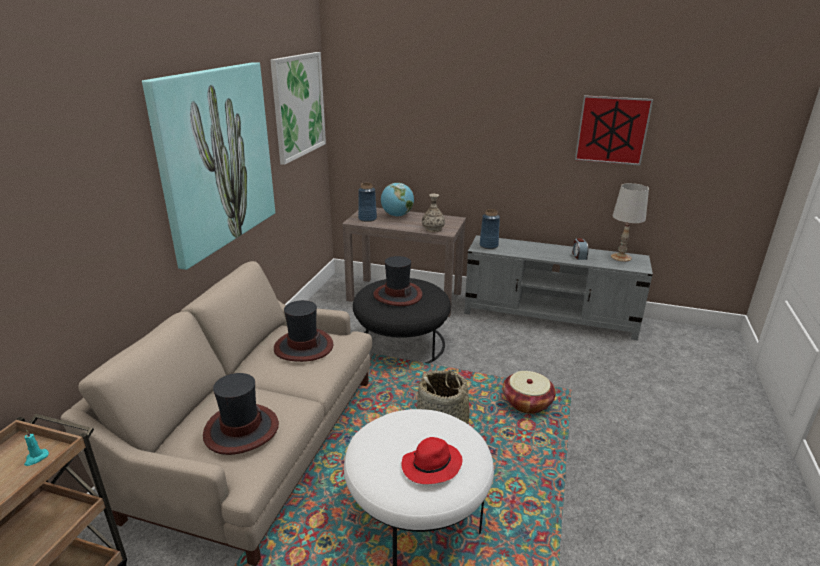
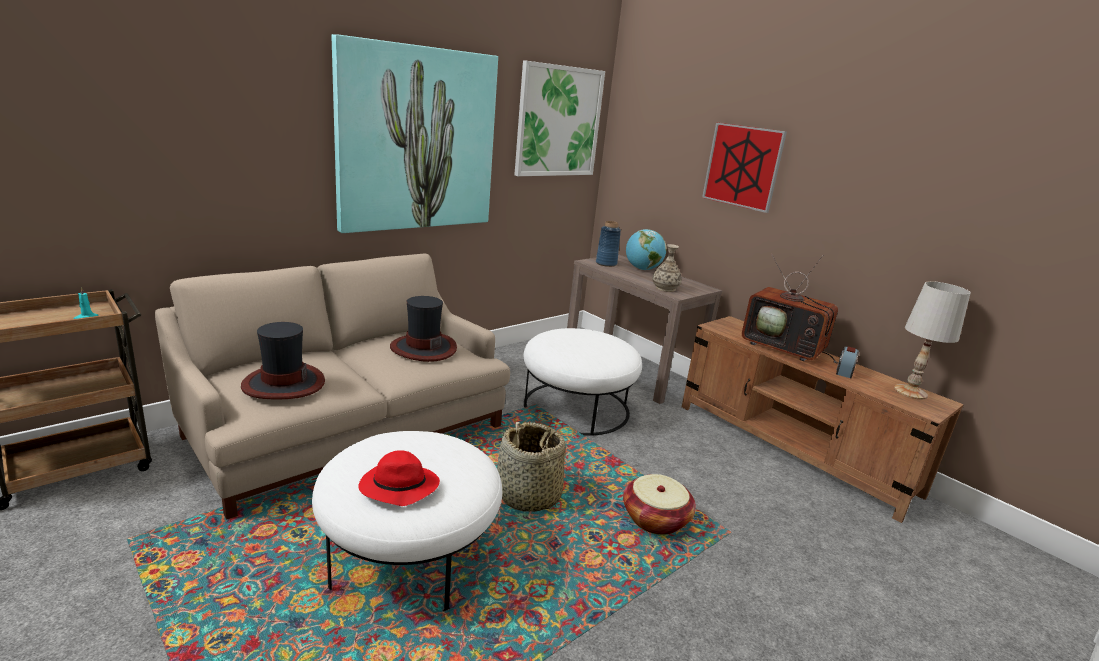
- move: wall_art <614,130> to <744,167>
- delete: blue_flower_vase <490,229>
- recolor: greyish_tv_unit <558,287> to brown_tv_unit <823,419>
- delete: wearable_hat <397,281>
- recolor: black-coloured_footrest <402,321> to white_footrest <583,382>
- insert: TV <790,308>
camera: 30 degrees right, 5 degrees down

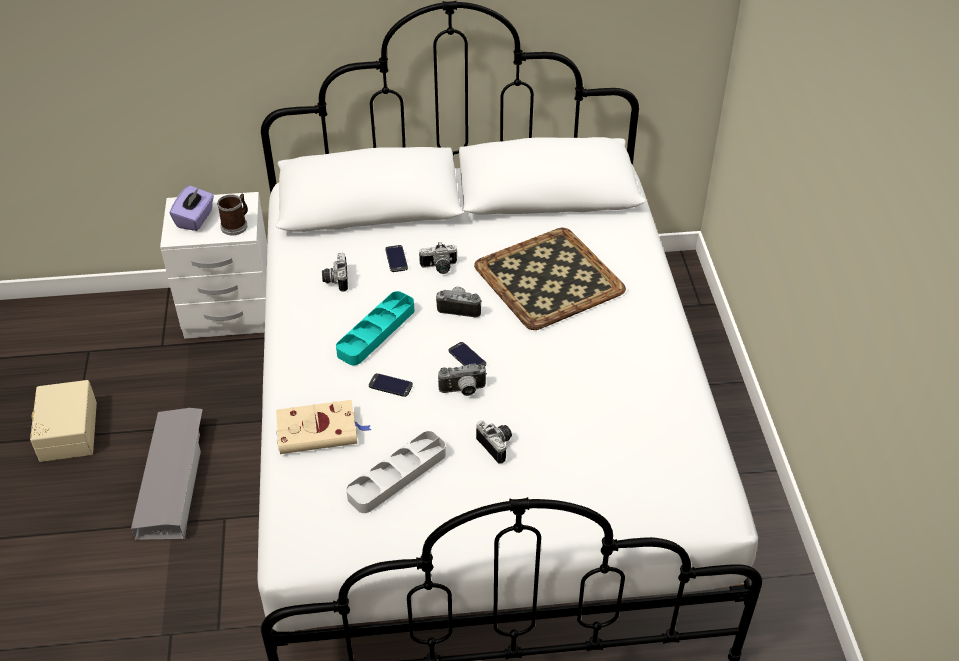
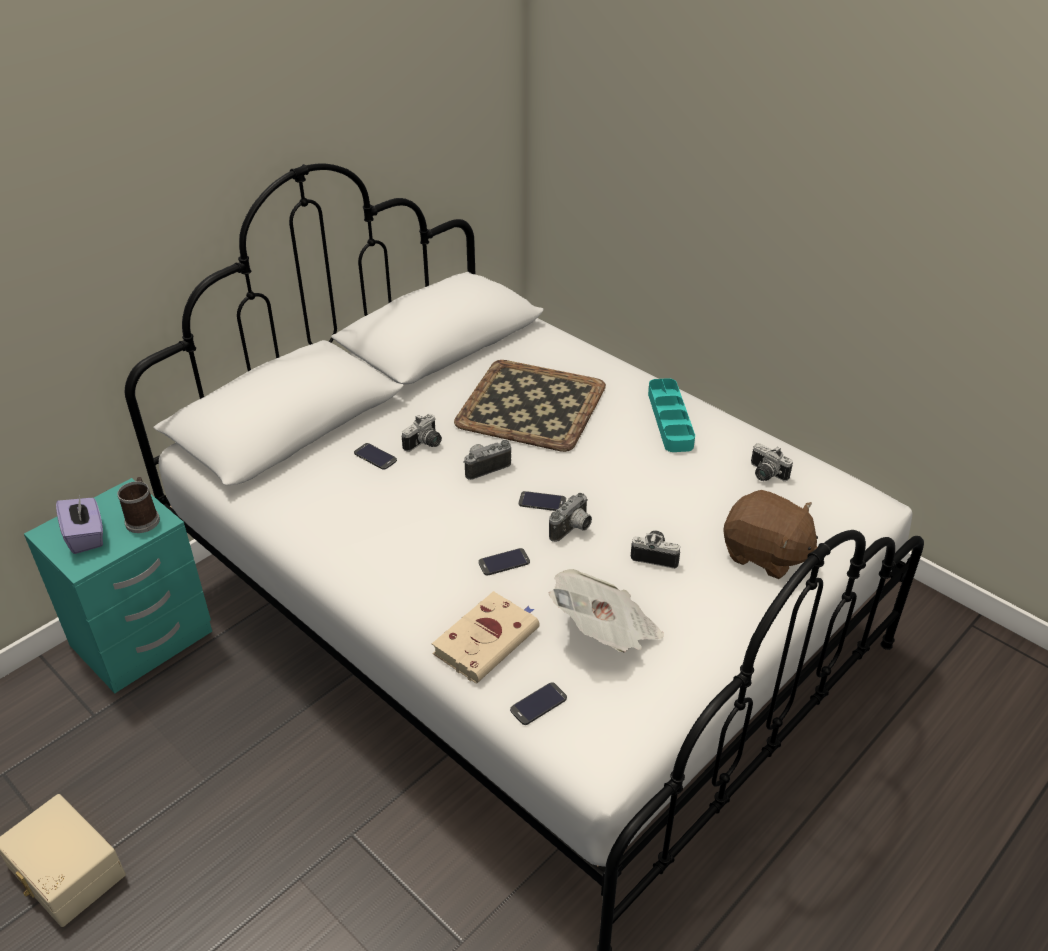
- recolor: white_nightstand <213,265> to blue-green_nightstand <118,585>
- move: still_camera <335,272> to <772,462>
- move: blue-green_tray <375,328> to <671,415>
- delete: greyish_storage_container <167,474>
- replace: greyish_tray <396,472> to newspaper <606,610>
- insert: brown_soft_toy <770,534>
- insert: telephone <538,703>
camera: 40 degrees left, 5 degrees down

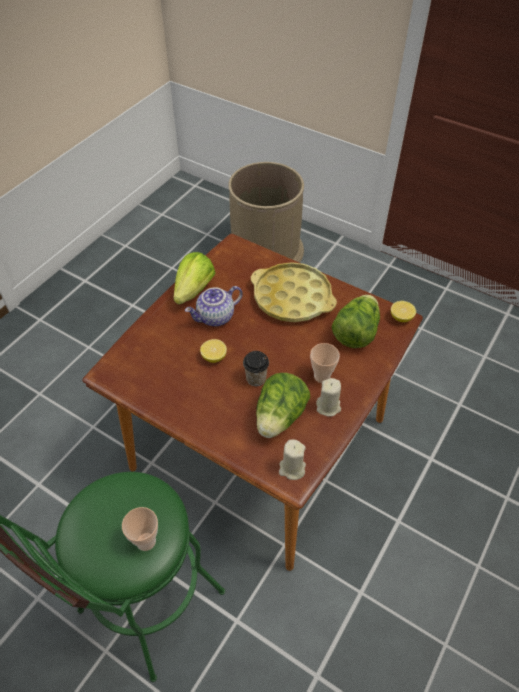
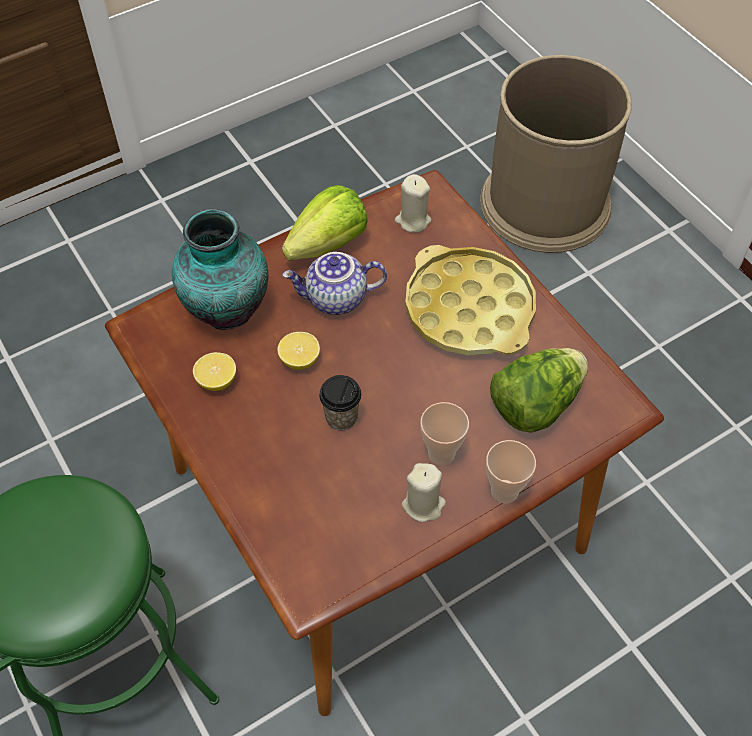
- move: whole_lemon <403,311> to <214,371>
- delete: lettuce_head <283,405>
- move: sand-coloured_wax_candle <292,459> to <413,203>
- move: drinking_cup <140,529> to <511,471>
- insert: flower_vase <220,269>
camera: 25 degrees right, 5 degrees up

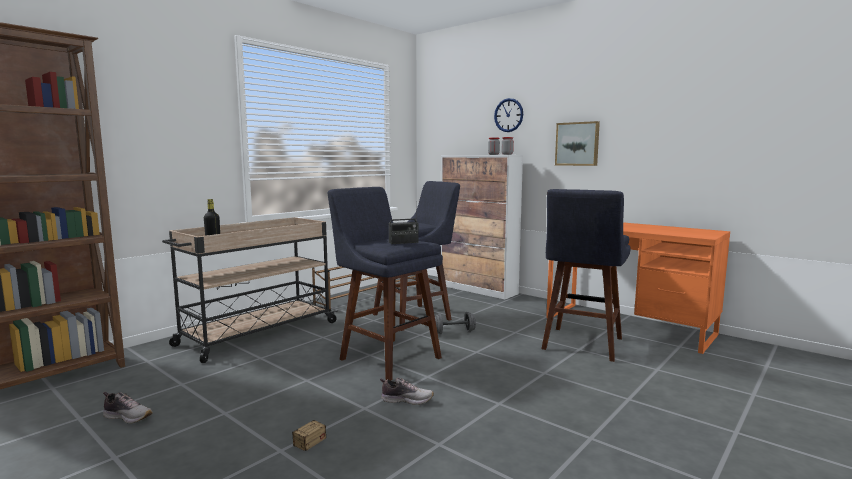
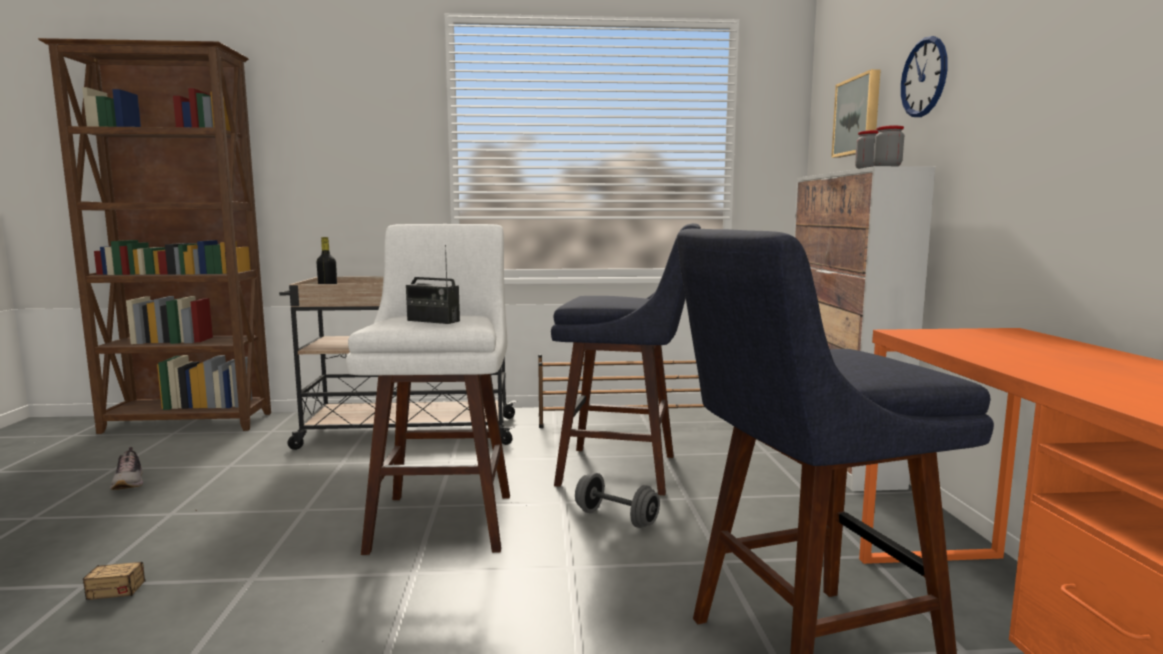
- move: wall_art <577,143> to <856,113>
- recolor: blue_stool <385,284> to white_stool <428,389>
- delete: low_shoe <407,391>
camera: 45 degrees right, 0 degrees up

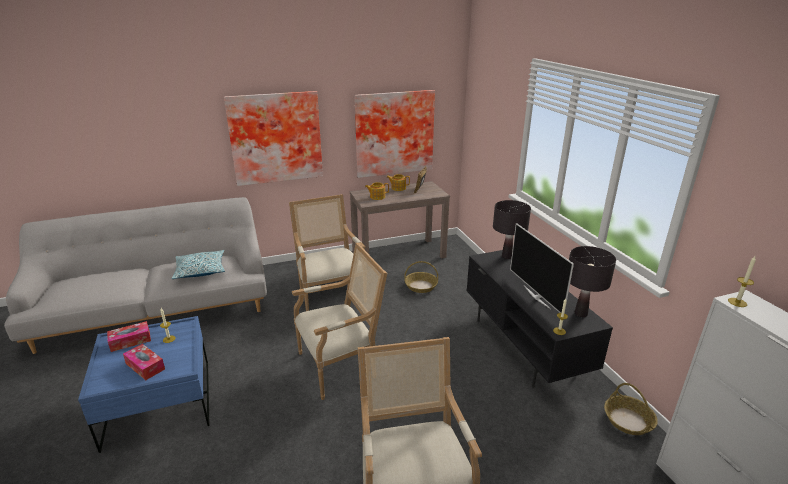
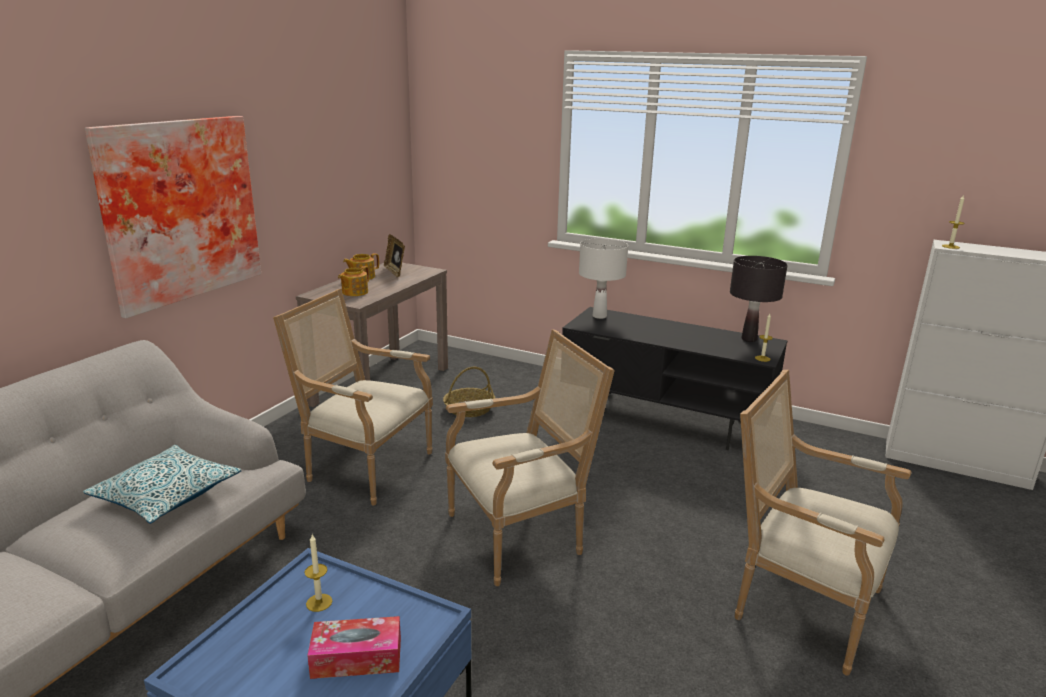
- delete: wall_art <395,134>
- recolor: black-coloured_lamp_for_a_table <512,229> to white_lamp_for_a_table <603,278>
- delete: TV <542,268>
- rotate: easy_chair <339,321> = <530,457> 45 degrees clockwise
- delete: tissue_box <129,336>
- delete: storage_basket <631,409>
camera: 45 degrees left, 5 degrees down

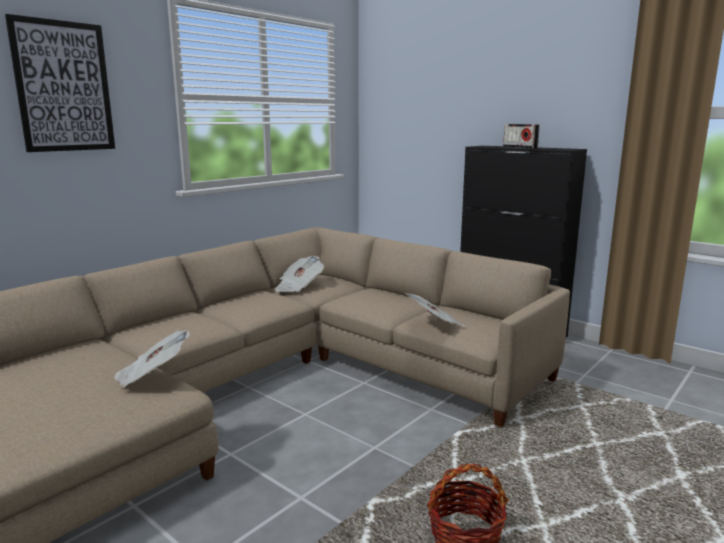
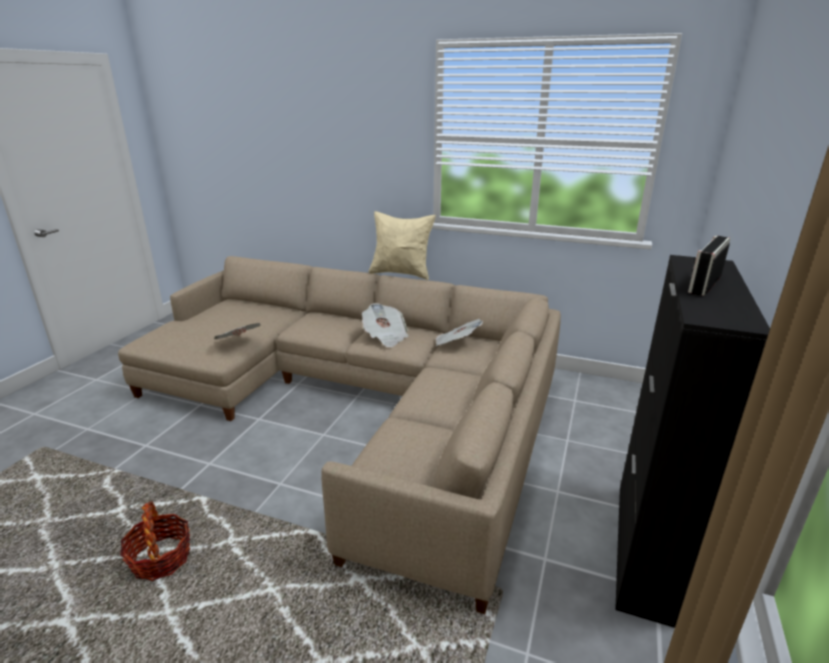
- delete: wall_art <60,83>
- move: newspaper <436,310> to <385,325>
- insert: sand-coloured_throw_pillow <402,245>
camera: 70 degrees right, 10 degrees up

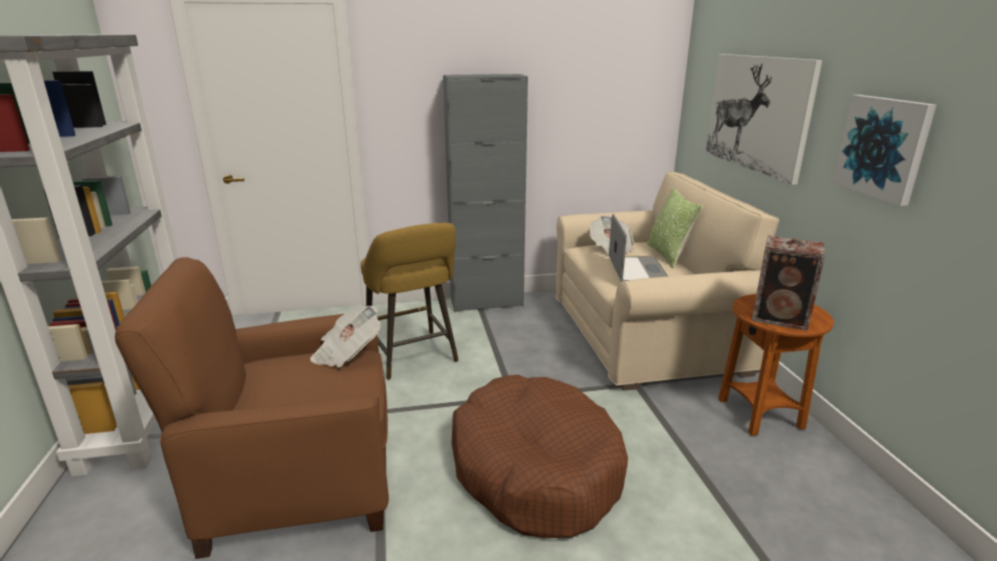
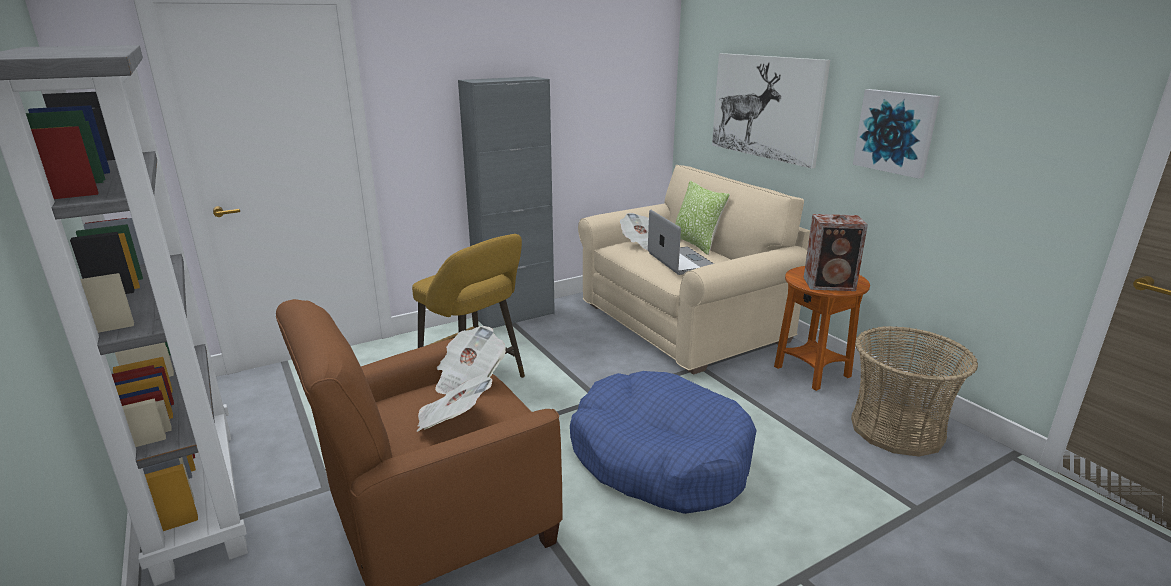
- recolor: brown_dog_bed <539,456> to blue_dog_bed <663,442>
- insert: storage_basket <914,391>
- insert: newspaper <454,402>
camera: 20 degrees left, 0 degrees up

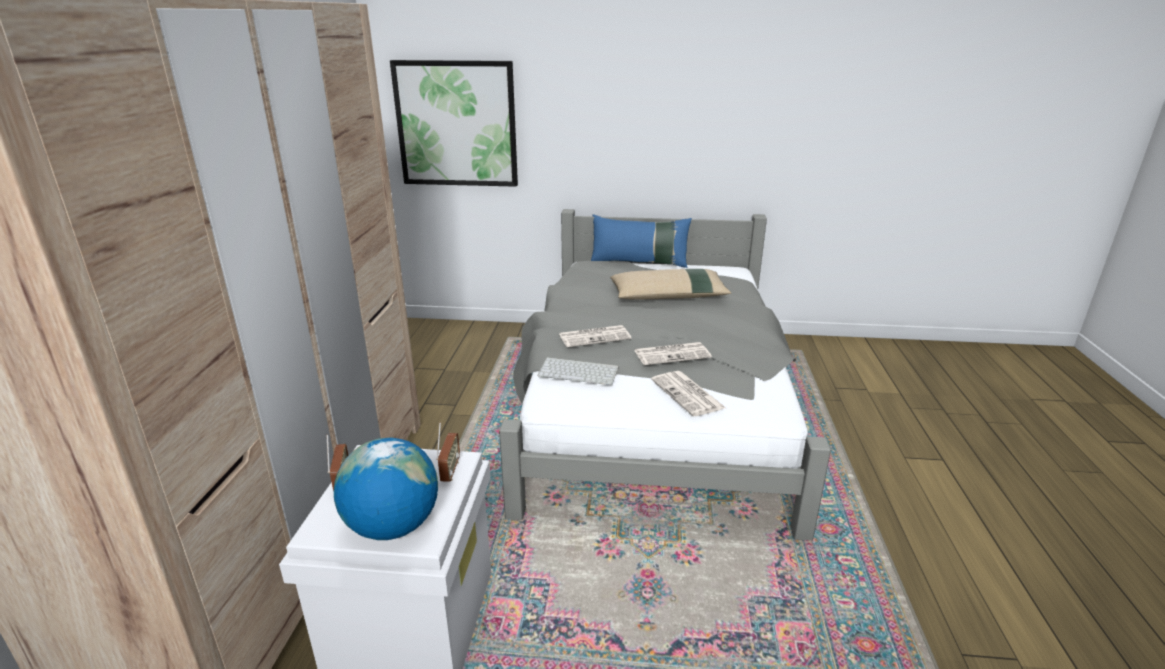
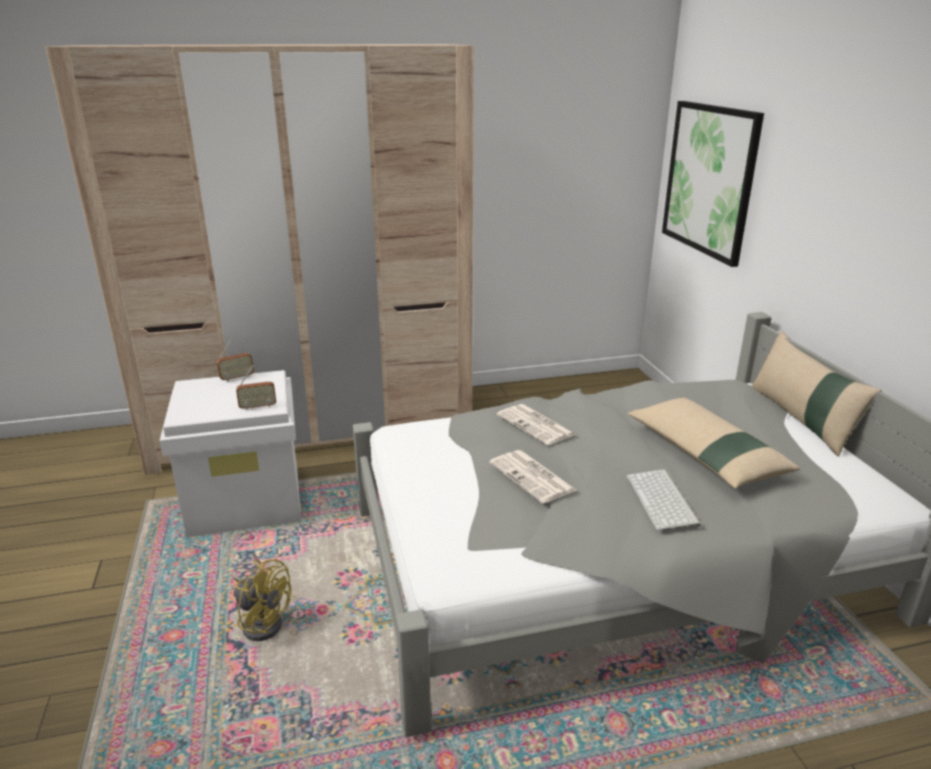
- recolor: blue_throw_pillow <641,241> to sand-coloured_throw_pillow <816,394>
- move: keyboard <578,371> to <664,499>
- delete: newspaper <688,393>
- delete: desk_globe <386,488>
- insert: yellow_fan <261,600>
camera: 70 degrees right, 0 degrees up

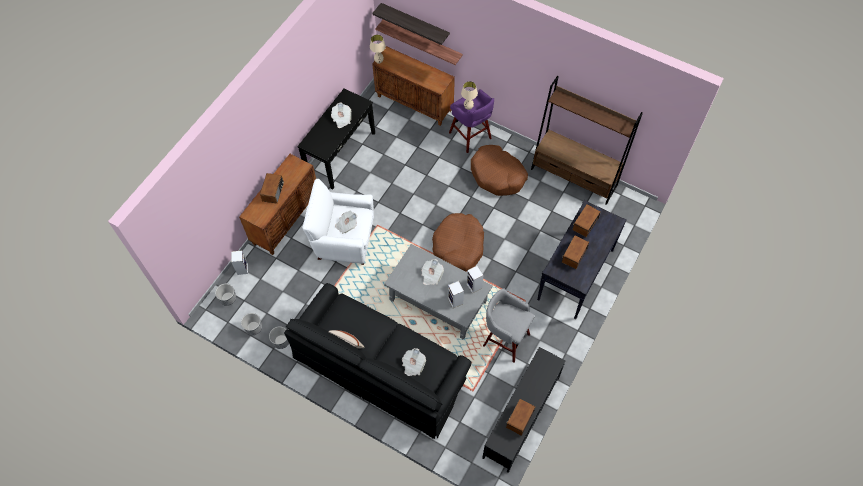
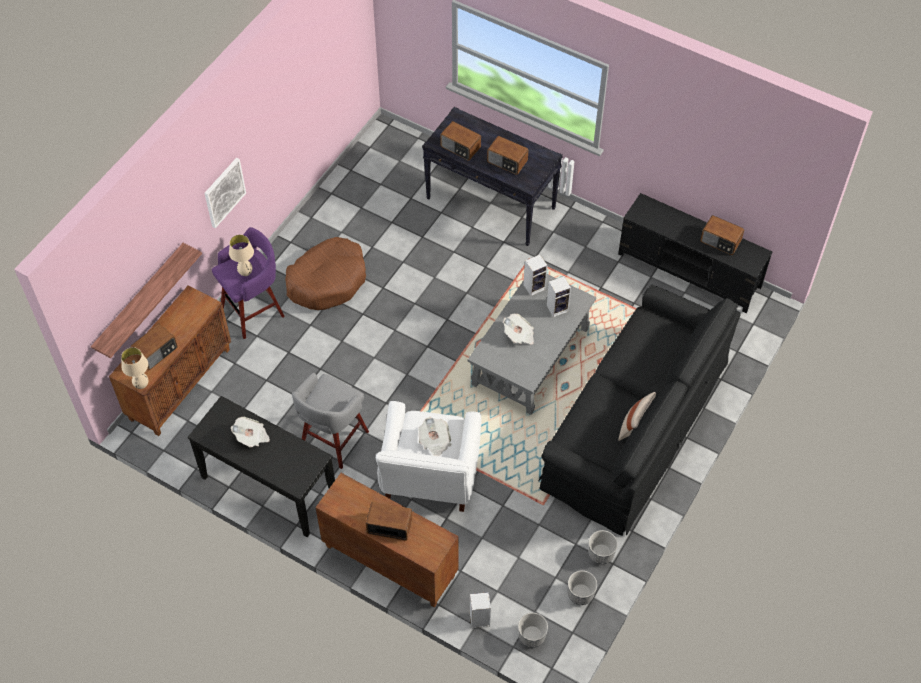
- delete: shelf <411,24>
- delete: brown_bookcase <587,140>
- delete: brown_dog_bed <458,242>
- move: greyish_stool <509,325> to <330,421>
- delete: newspaper <414,362>
- insert: wall_art <225,192>
- insert: radio <154,347>
camera: 90 degrees left, 5 degrees down

